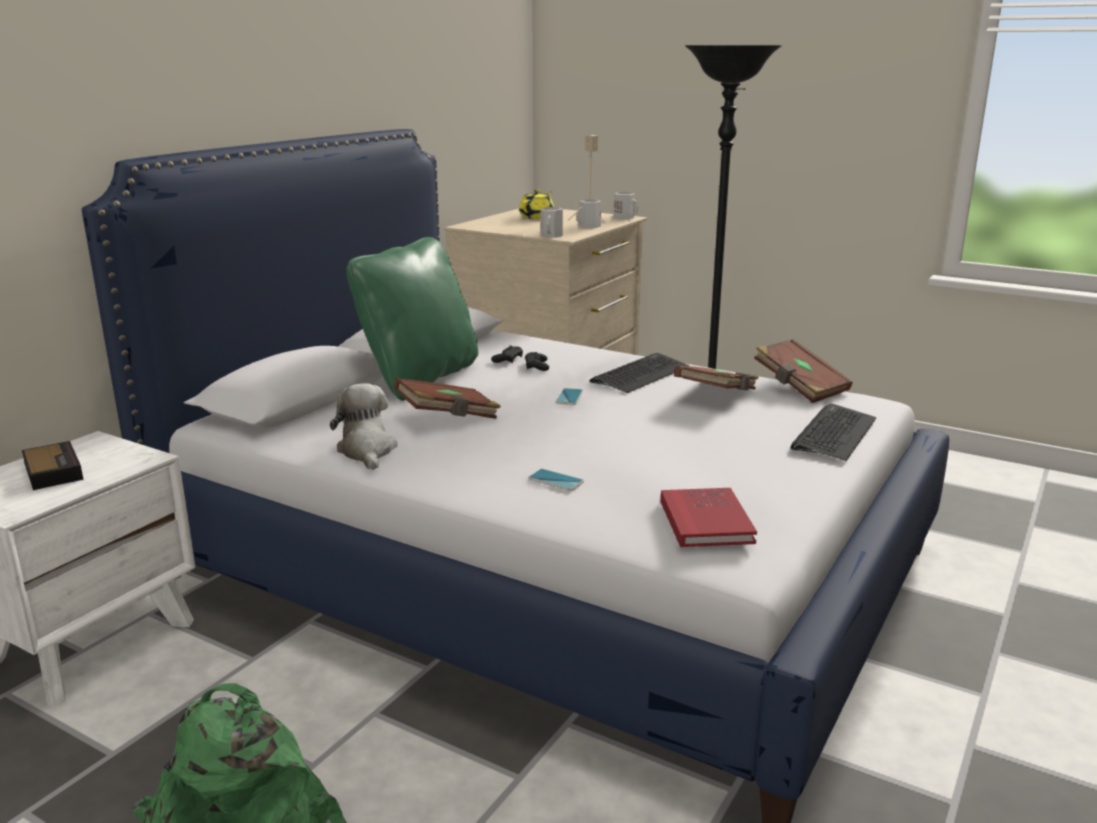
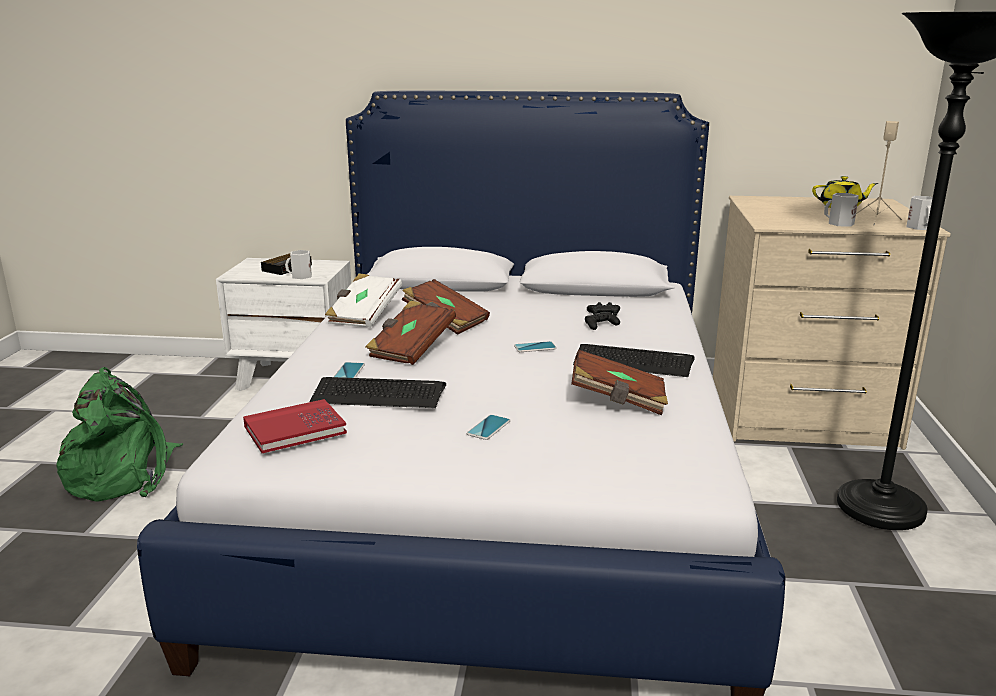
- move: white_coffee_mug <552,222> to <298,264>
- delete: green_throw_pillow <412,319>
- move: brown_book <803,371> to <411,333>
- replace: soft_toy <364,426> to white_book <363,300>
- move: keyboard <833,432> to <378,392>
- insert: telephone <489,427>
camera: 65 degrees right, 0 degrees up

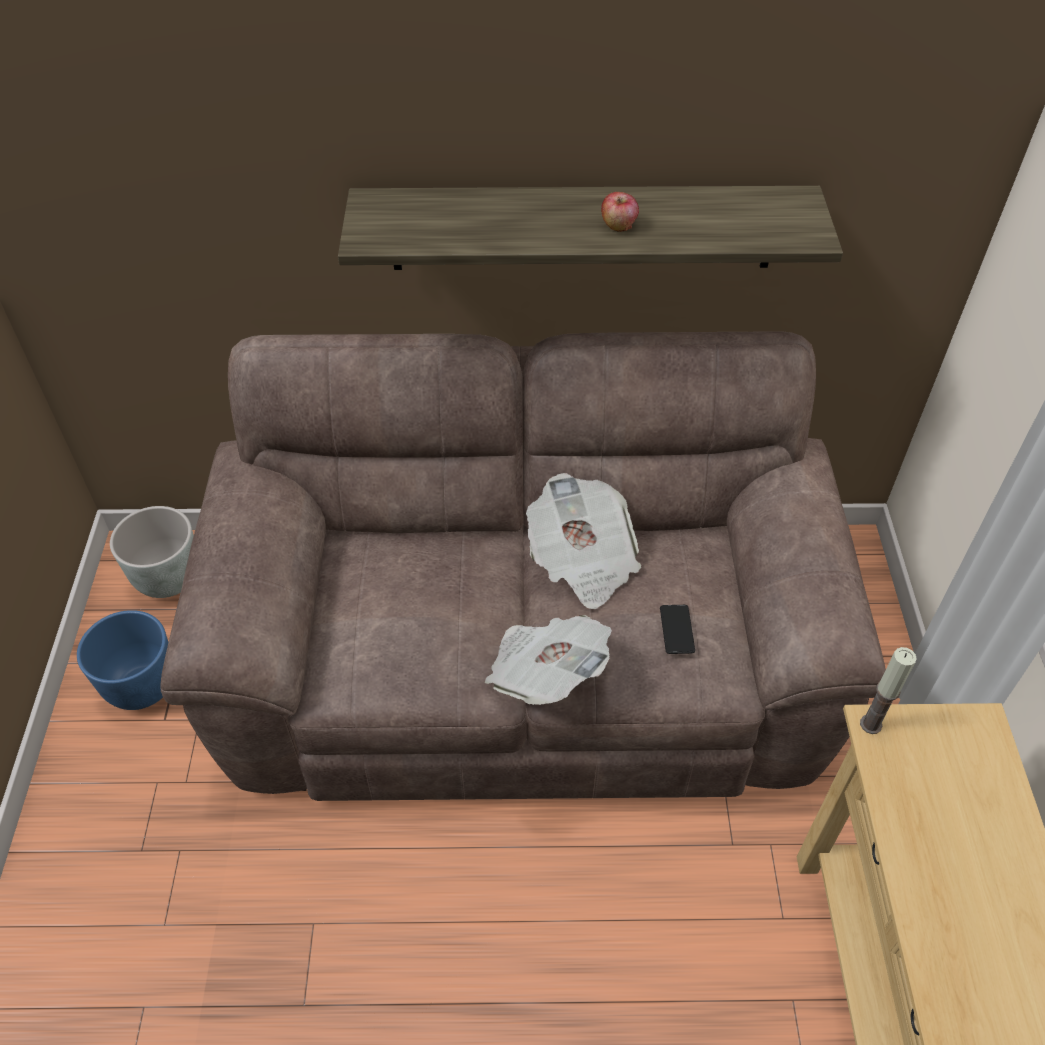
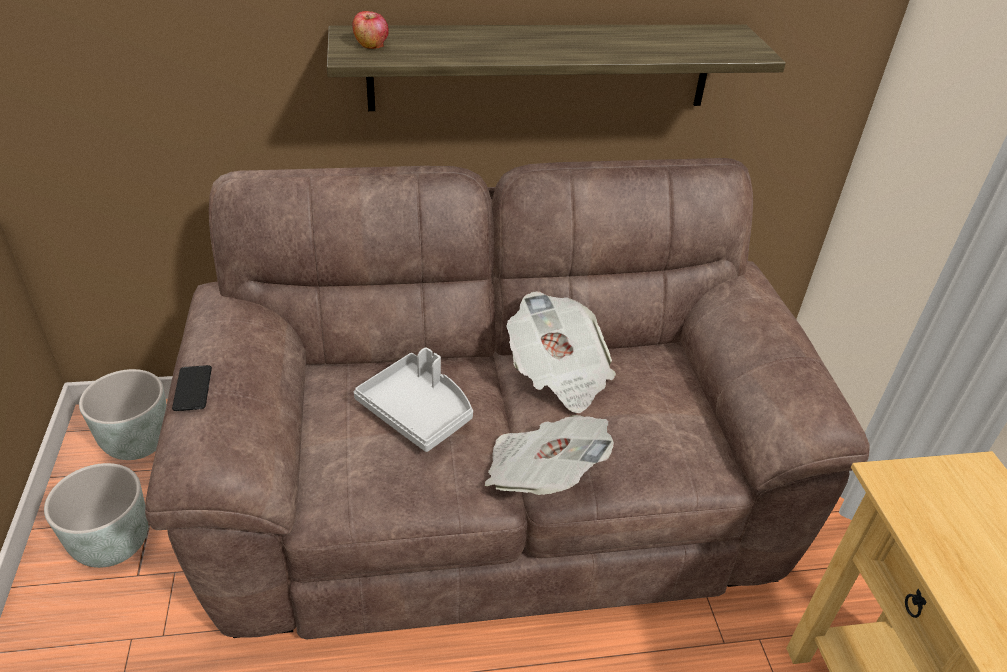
- move: apple_fruit <620,212> to <370,30>
- move: telephone <677,629> to <192,388>
- recolor: blue_flower_pot <122,660> to greyish_flower_pot <96,515>
- delete: wax_candle <888,690>
- insert: greyish_tray <413,399>
camera: 10 degrees left, 10 degrees down

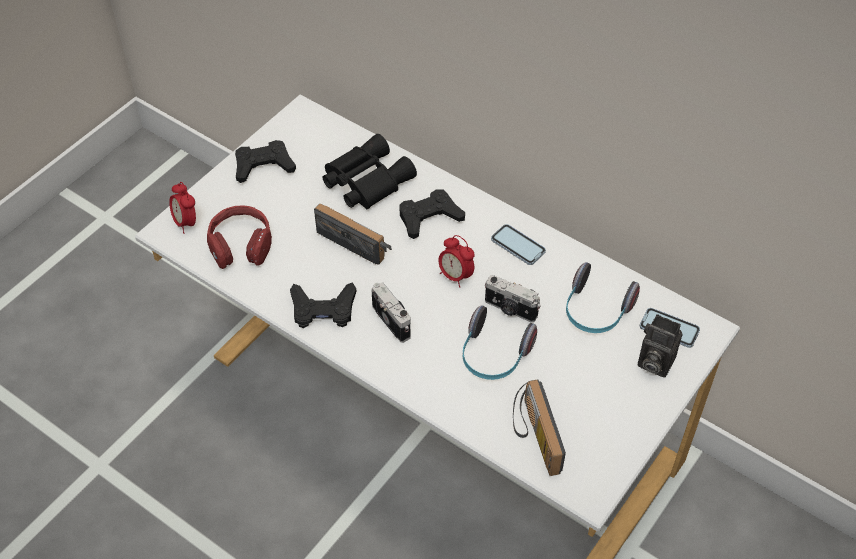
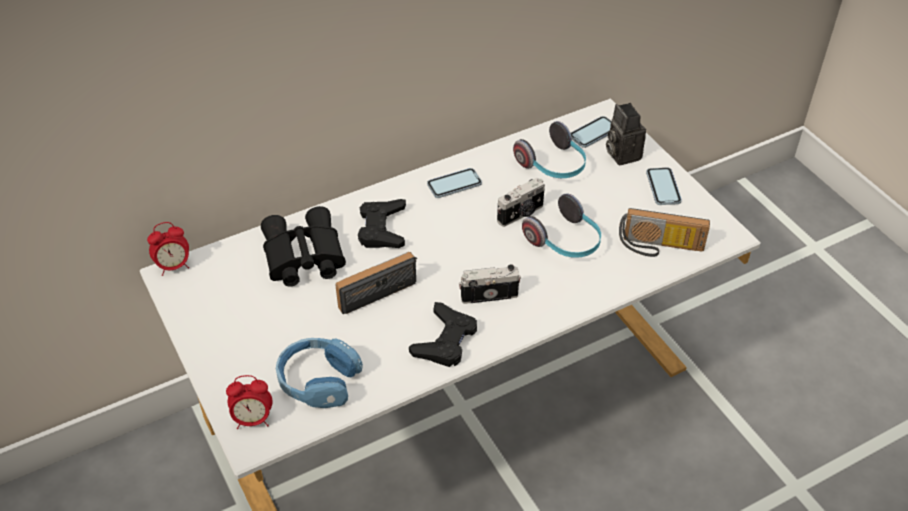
- delete: black-coloured_joypad <265,161>
- recolor: reddish_headphones <239,237> to blue_headphones <319,373>
- move: alarm_clock <456,261> to <168,249>
- rotate: still_camera <660,345> = <626,134> 105 degrees clockwise
- insert: telephone <664,186>
camera: 65 degrees left, 5 degrees down

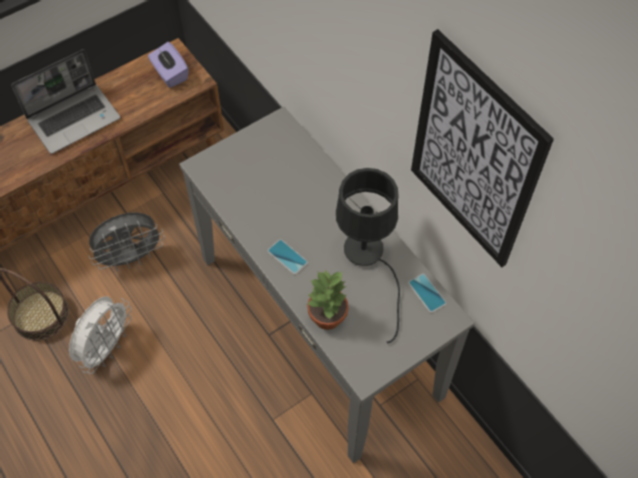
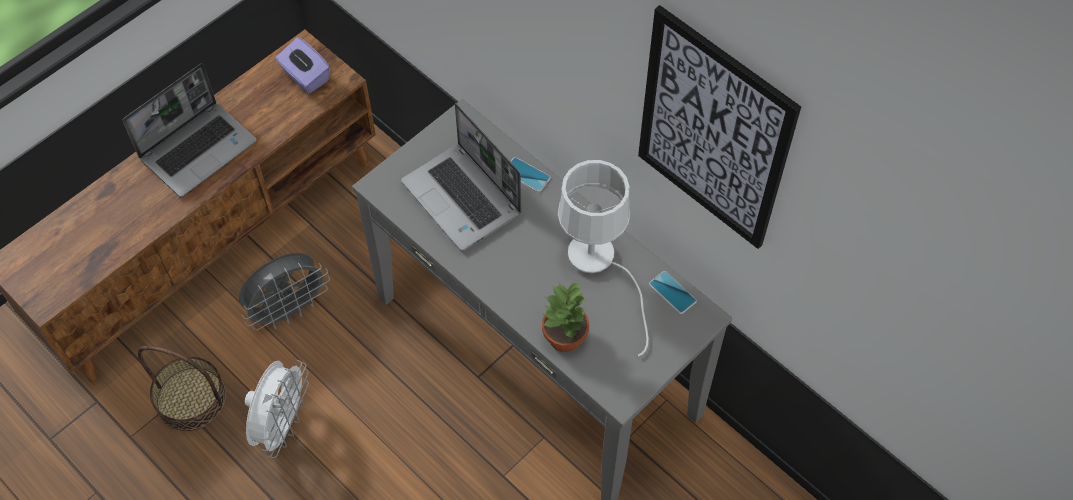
- recolor: black-coloured_lamp_for_a_table <368,256> to white_lamp_for_a_table <603,258>
- move: telephone <287,256> to <530,174>
- insert: portable_computer <461,177>
camera: 10 degrees left, 0 degrees up

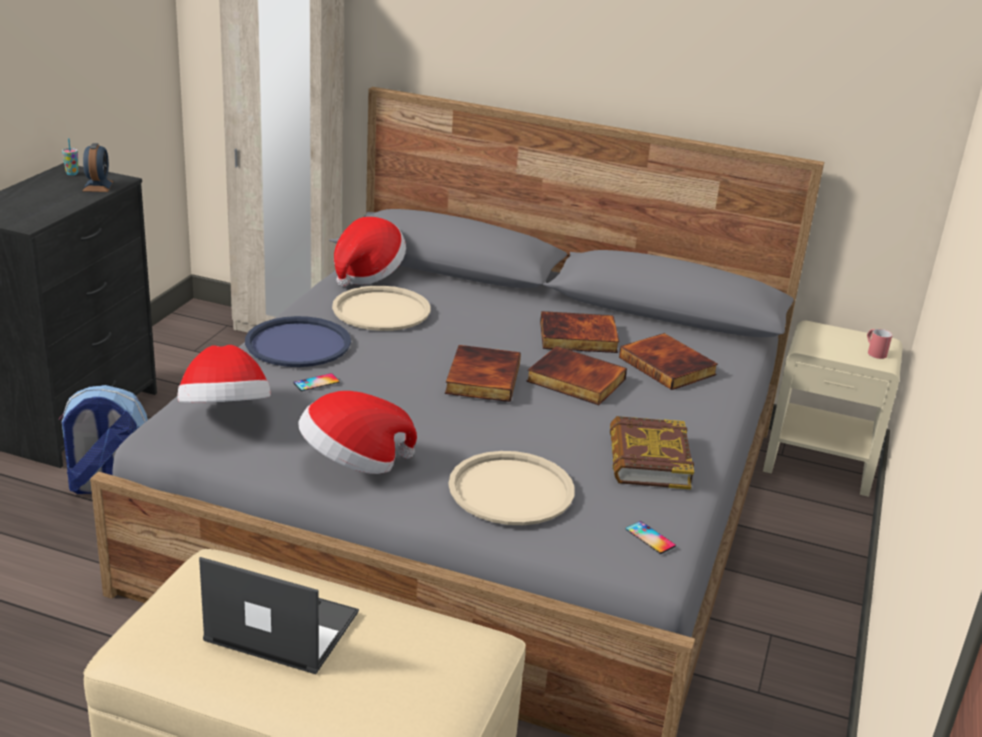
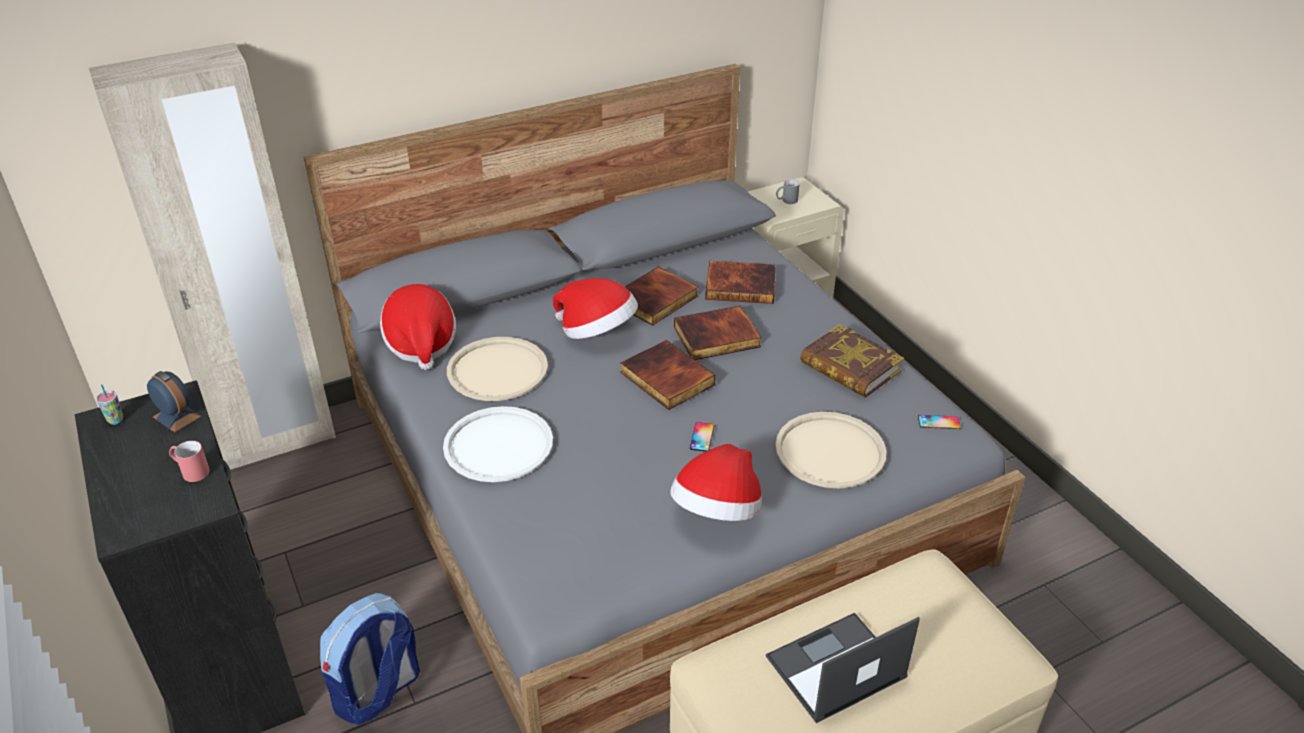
- recolor: blue_tray <298,341> to white_tray <498,444>
- move: reddish_coffee_mug <879,344> to <189,461>
- move: wearable_hat <224,374> to <595,308>
- move: telephone <317,382> to <702,437>
- insert: greyish_coffee_mug <788,191>
camera: 45 degrees left, 10 degrees up

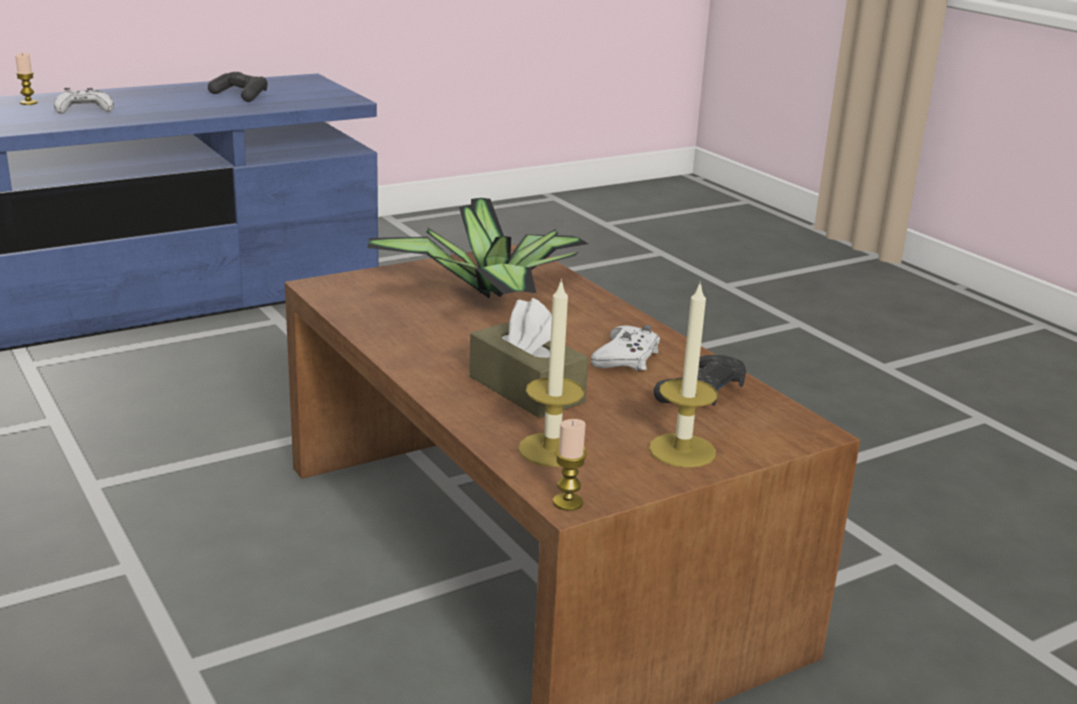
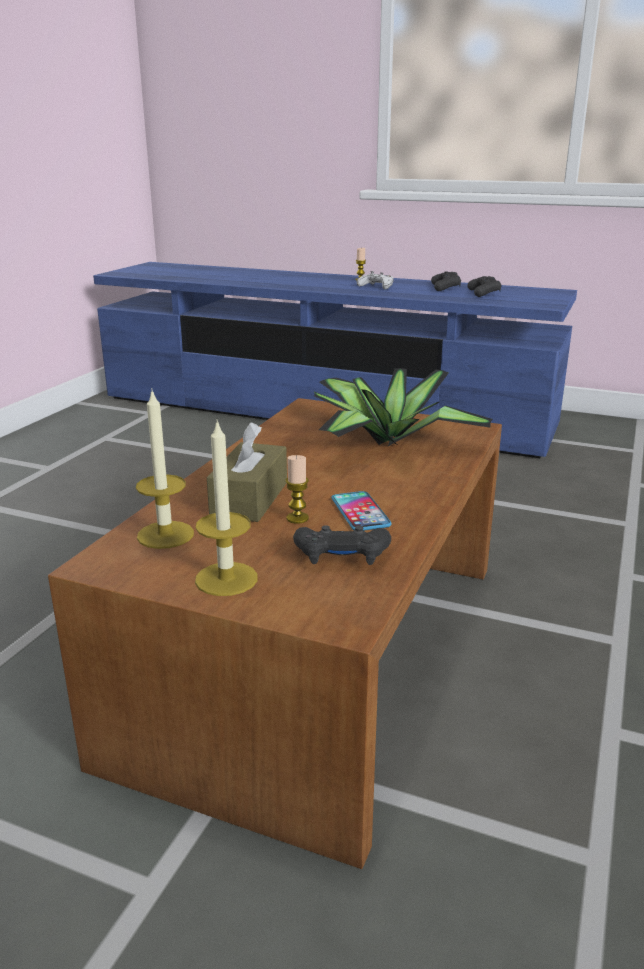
- replace: white_joypad <625,348> to telephone <361,510>
- move: wax_candle <570,465> to <297,489>
- insert: black-coloured_joypad <446,281>
camera: 55 degrees right, 0 degrees up

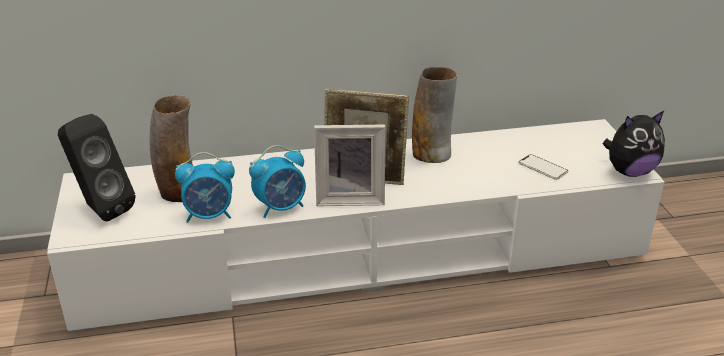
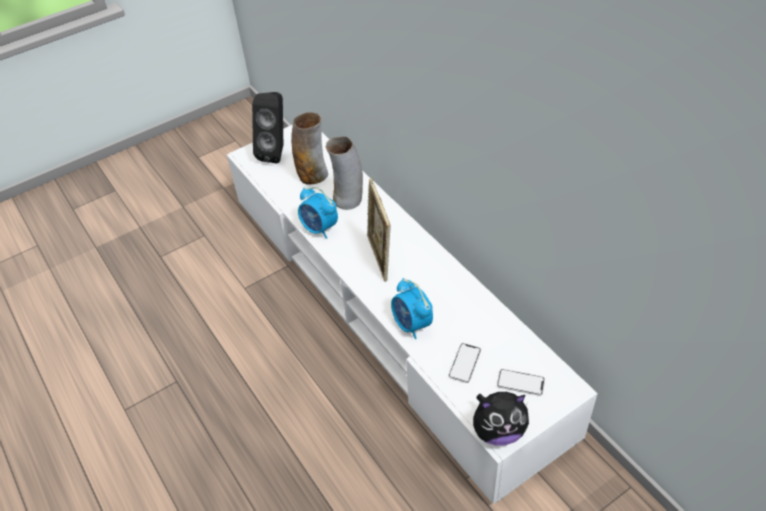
- move: flower_vase <434,115> to <344,173>
- rotate: soft_toy <634,144> = <501,418> 60 degrees counterclockwise
- delete: standing_frame <349,165>
- move: alarm_clock <205,187> to <412,308>
- insert: telephone <521,382>
camera: 70 degrees right, 15 degrees up

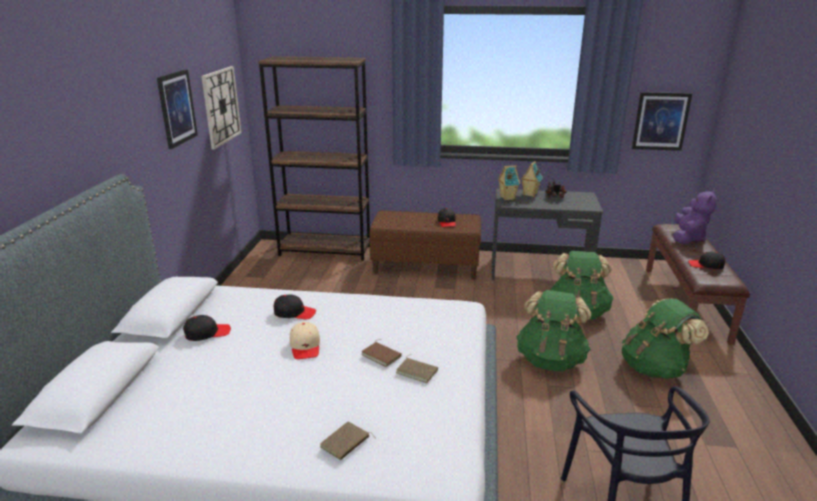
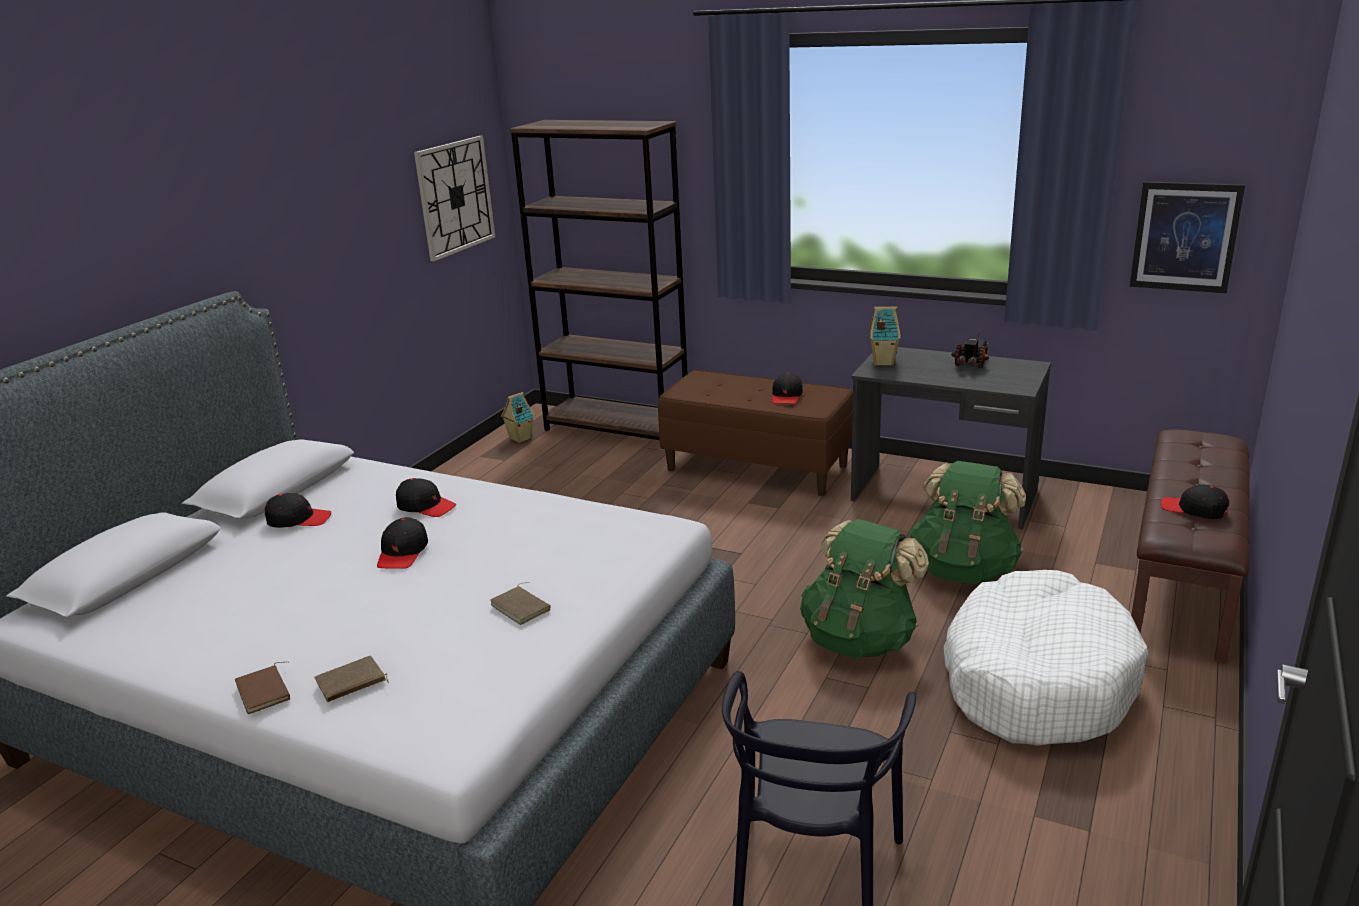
- delete: wall_art <177,109>
- move: toy_house <532,179> to <518,417>
- delete: purple_soft_toy <695,217>
- replace: green_knapsack <665,338> to white_dog_bed <1046,658>
- recolor: sand-coloured_peaked_cap <305,340> to black-coloured_peaked_cap <402,543>
- move: brown_book <381,353> to <262,688>
camera: 20 degrees right, 0 degrees up

